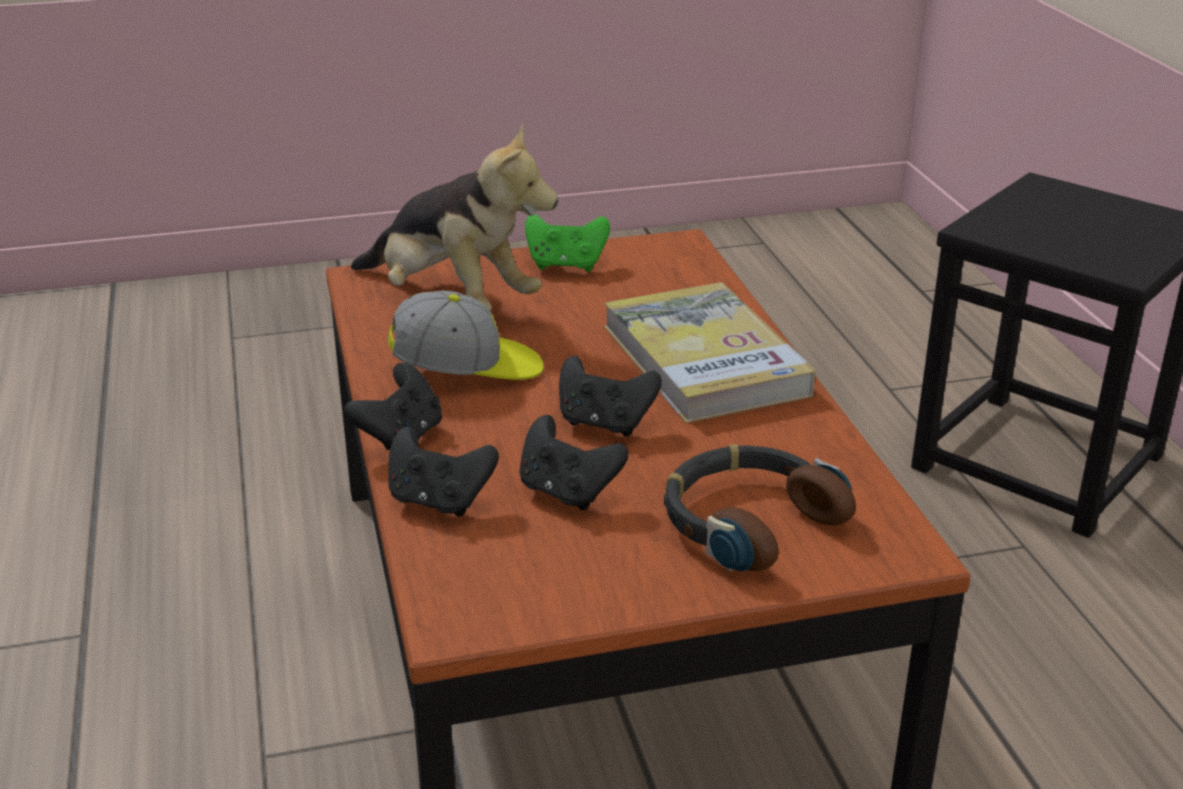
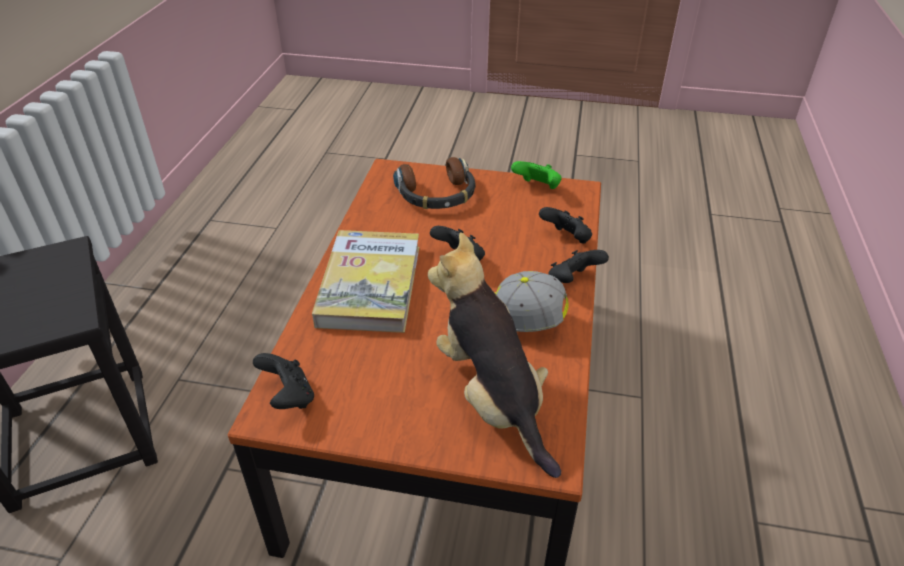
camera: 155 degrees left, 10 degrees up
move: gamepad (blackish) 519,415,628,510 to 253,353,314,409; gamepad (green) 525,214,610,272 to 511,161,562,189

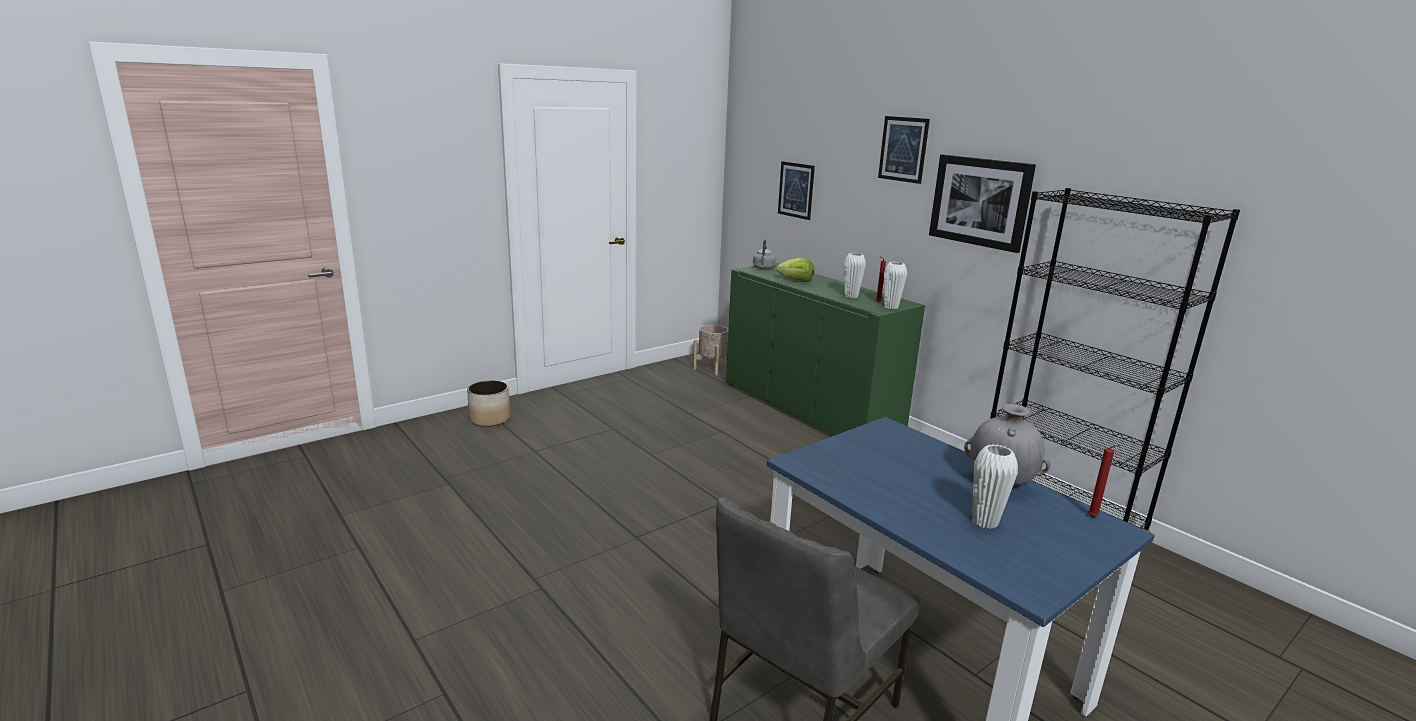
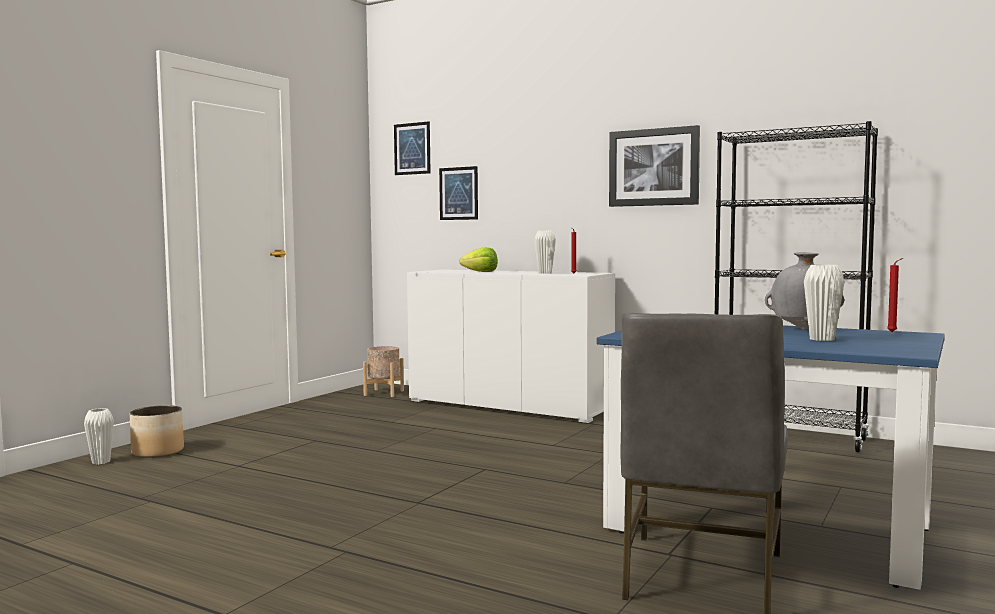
camera: 20 degrees left, 15 degrees down
delete: water kettle (gray) 753,239,776,270
move: flower vase (whitish) 884,262,907,309 to 84,408,114,464; wall picture 878,116,930,184 to 394,121,430,175
recolor: storage cabinet (green) 726,263,925,435 to storage cabinet (whitish) 407,269,615,423

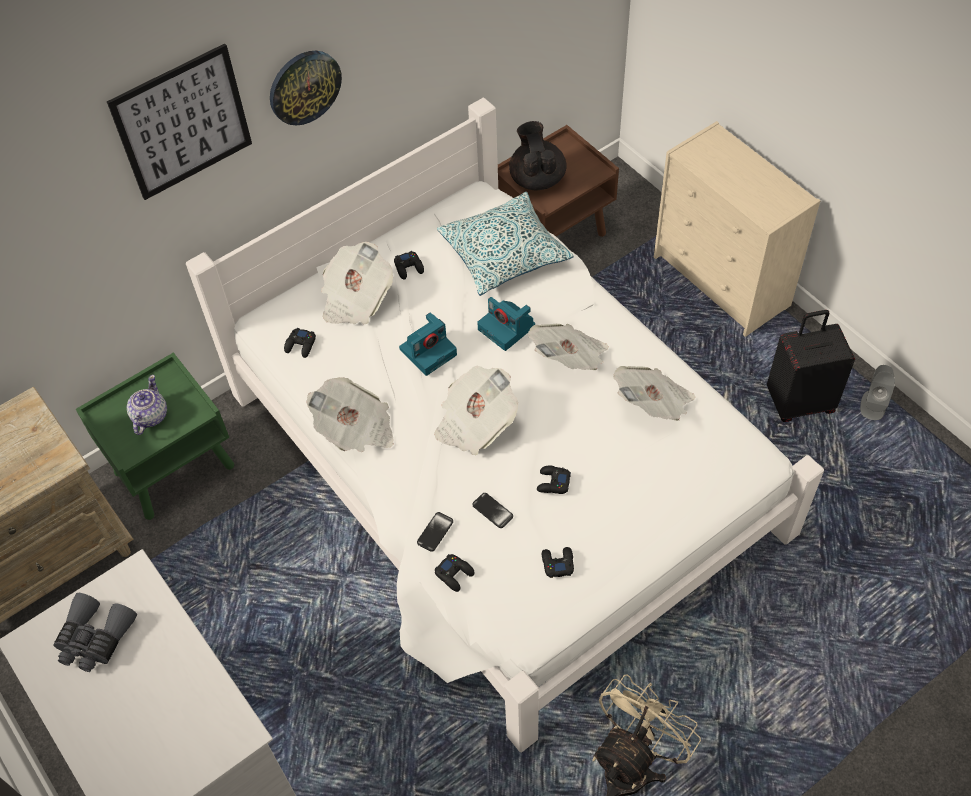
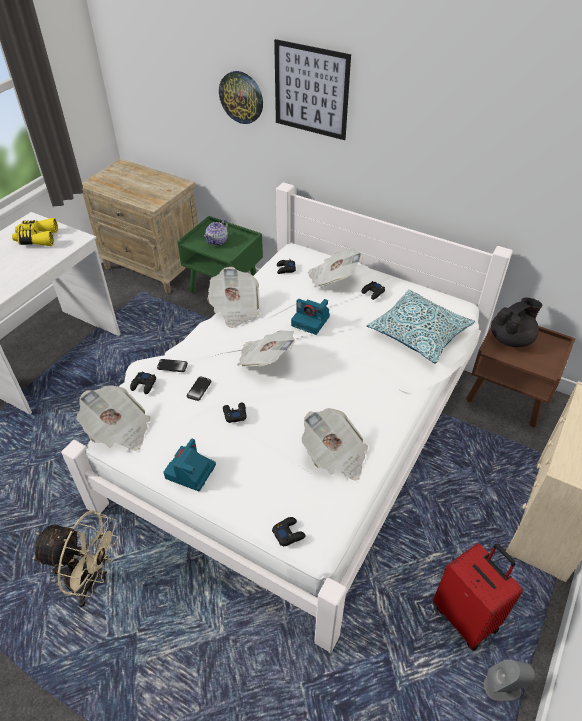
camera: 65 degrees right, 10 degrees down
move: daily paper 528,324,609,371 to 76,385,151,451; still camera 477,297,535,351 to 163,438,216,491; hanging clock 270,51,342,126 to 219,71,263,124; gamepad (blackish) 542,547,574,578 to 272,517,306,546
recolor: pair of binoculars (gray) 53,593,137,672 to pair of binoculars (yellowish) 12,218,58,246; travel case (blackish) 767,310,855,422 to travel case (red-coloured) 433,543,523,651
rotate: pot for tea 127,375,167,435 = 204,219,228,245 135 degrees clockwise

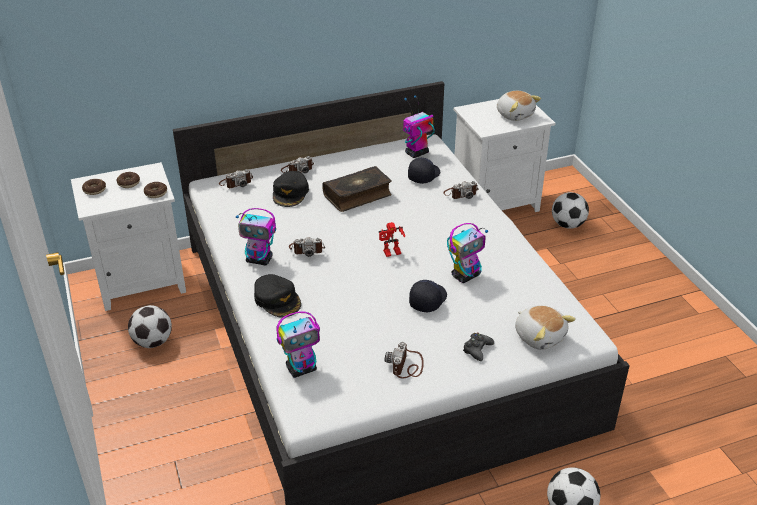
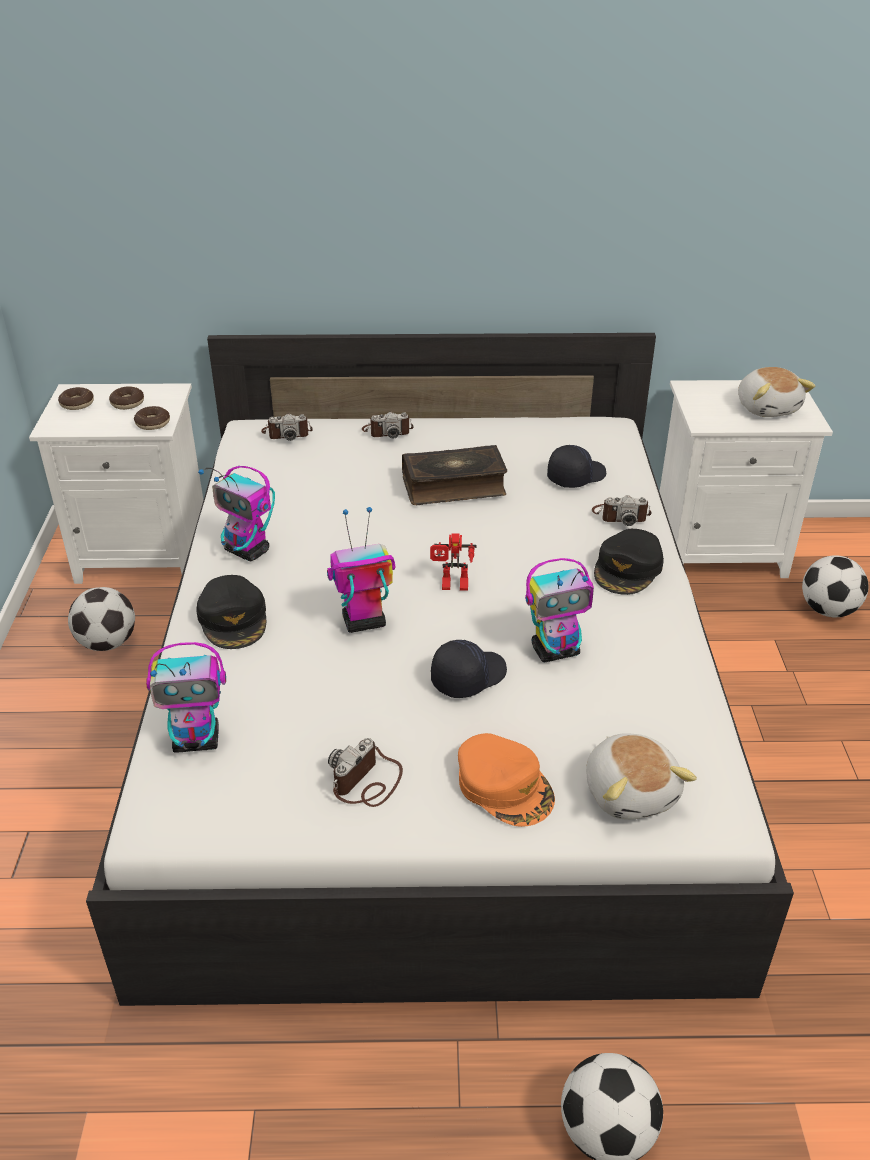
camera: 20 degrees right, 0 degrees up
delete: still camera 289,237,325,257
move: model robot 403,95,435,158 to 327,507,395,633; baseball cap (blackish) 273,171,309,207 to 594,529,664,595
replace: gamepad (blackish) 463,333,494,361 to baseball cap (orange-coloured) 458,733,555,827

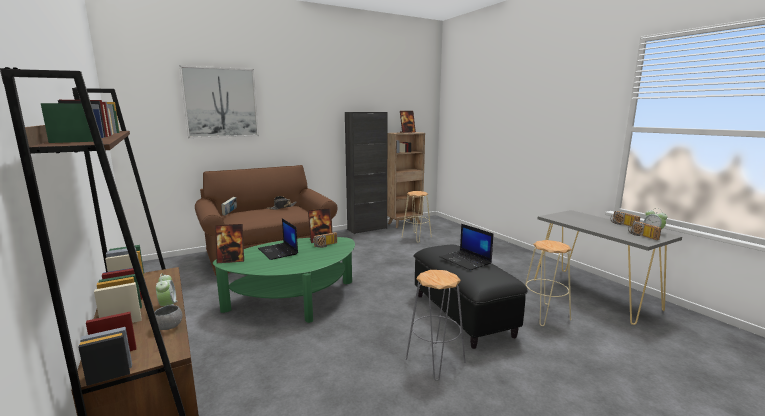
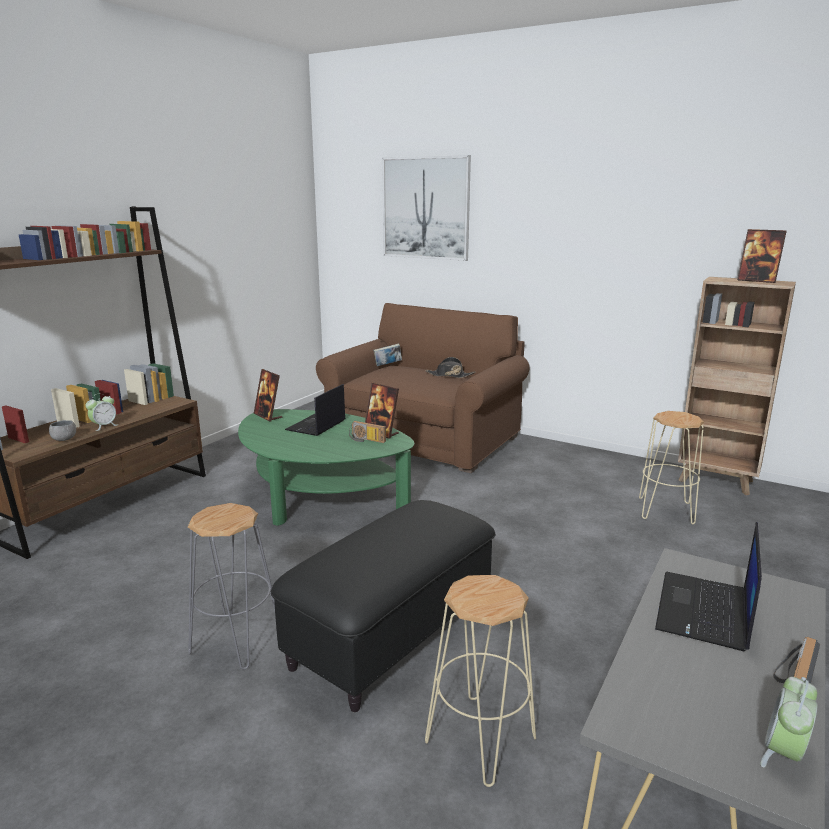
camera: 60 degrees right, 5 degrees up
delete: storage cabinet (blackish) 345,112,388,234; radio receiver 628,221,661,240
move: notebook computer 440,224,493,270 to 655,522,762,651

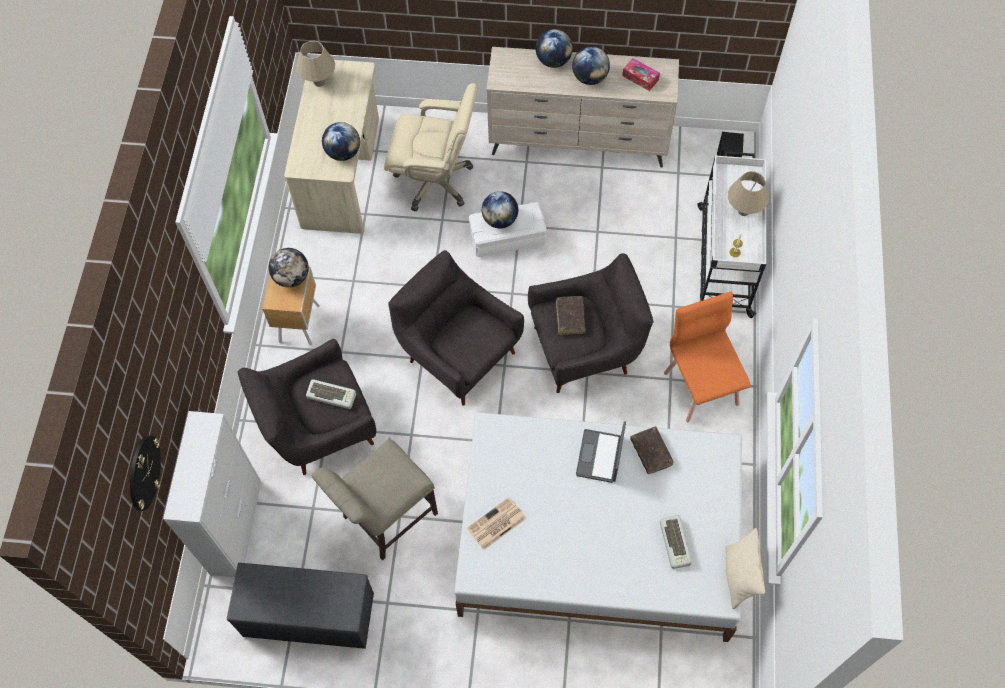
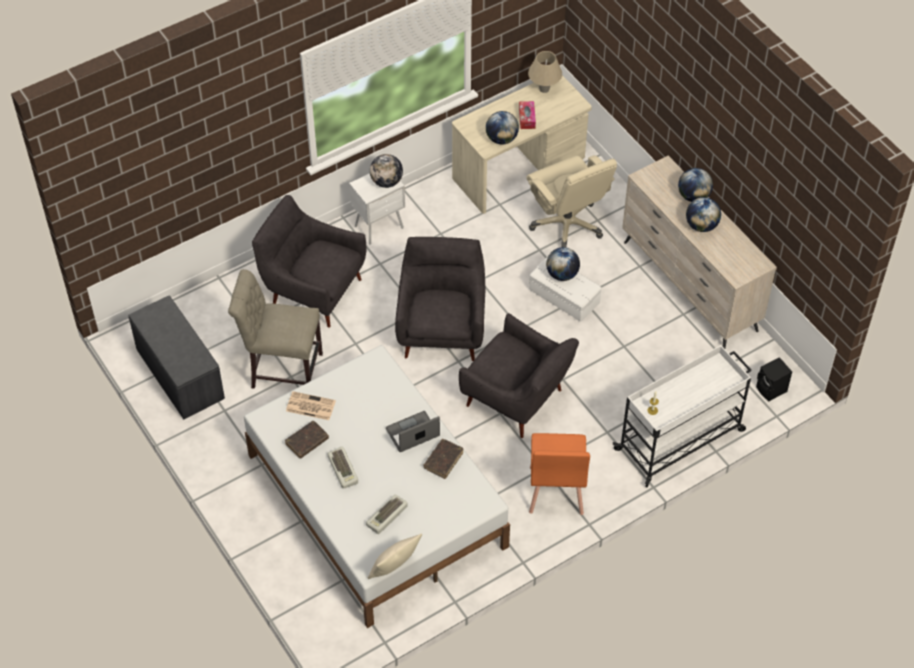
camera: 50 degrees right, 10 degrees down
delete: hanging clock 130,435,161,511; storage cabinet (whitish) 163,411,261,577; table lamp (sand-coloured) 728,171,769,216
move: bound book (brown-coloured) 556,296,586,335 to 285,421,329,459; computer keyboard 306,379,356,409 to 328,447,358,489; tissue box 622,58,660,91 to 519,101,536,129
recolor: nightstand (brown-coloured) 262,267,320,346 to nightstand (whitish) 349,173,405,245
rotate: chair (orange-coloured) 664,292,751,422 = 529,433,590,515 150 degrees clockwise

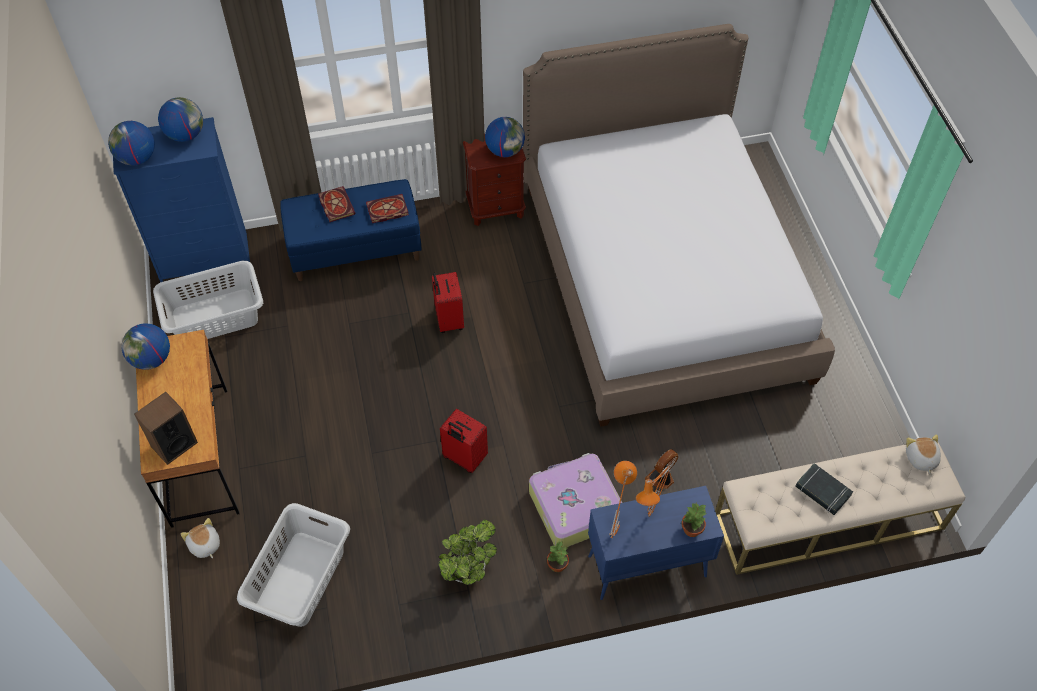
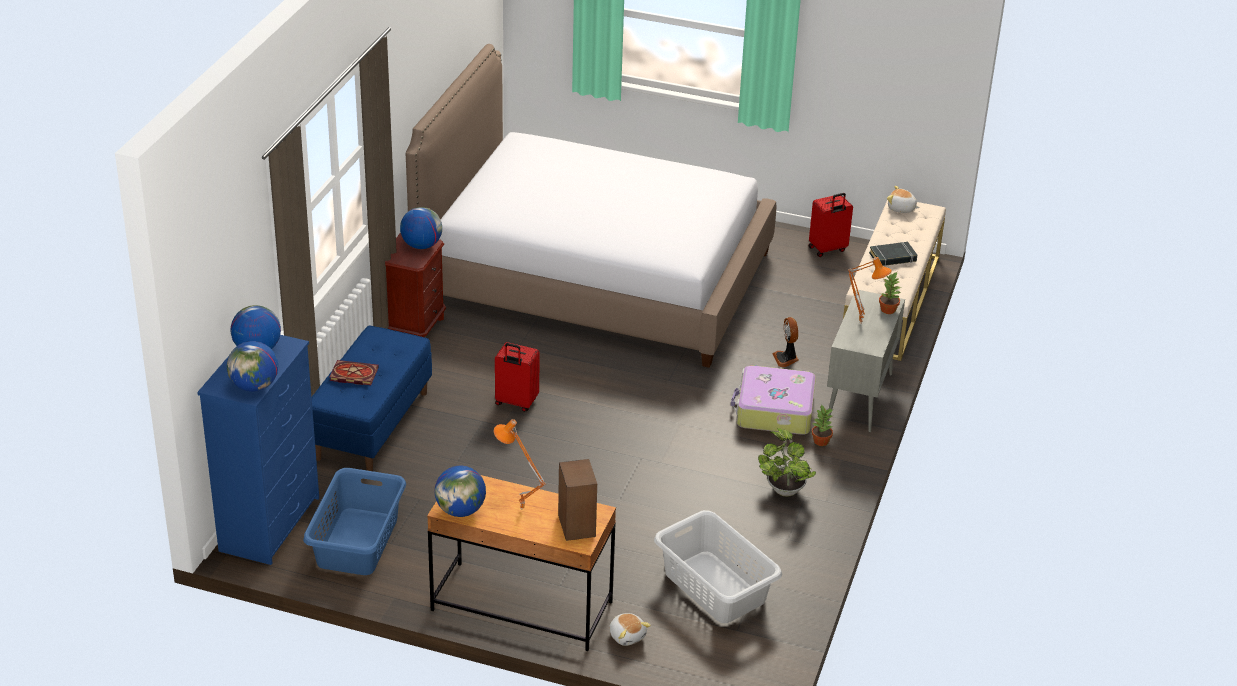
camera: 60 degrees left, 20 degrees down
delete: bound book 366,194,409,223
move: table lamp (orange-coloured) 609,461,637,538 to 494,419,546,511; travel case (red-coloured) 440,409,488,473 to 809,193,853,257
recolor: laundry basket (gray) 153,261,263,339 to laundry basket (blue-coloured) 303,468,406,575; storage cabinet (blue-coloured) 588,486,724,600 to storage cabinet (gray) 827,289,905,433
rotate: plush toy 181,518,220,558 = 609,613,651,646 120 degrees counterclockwise

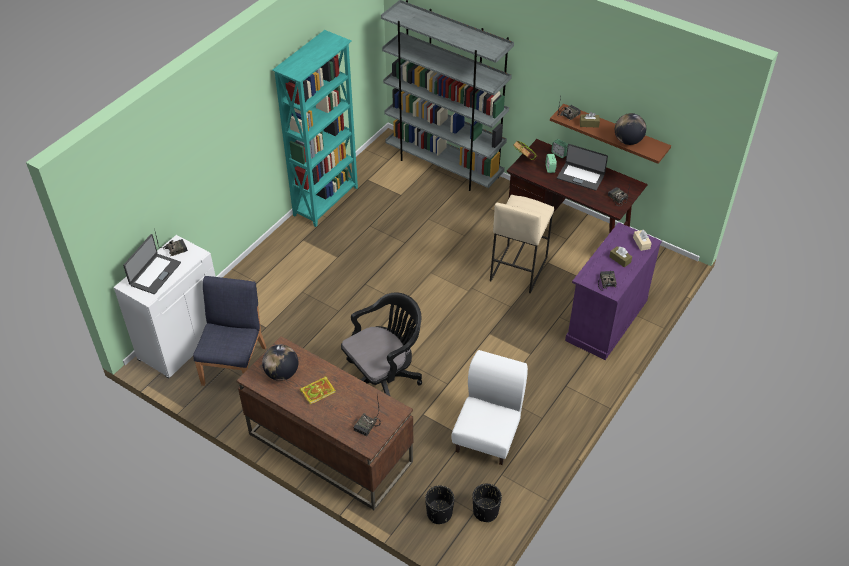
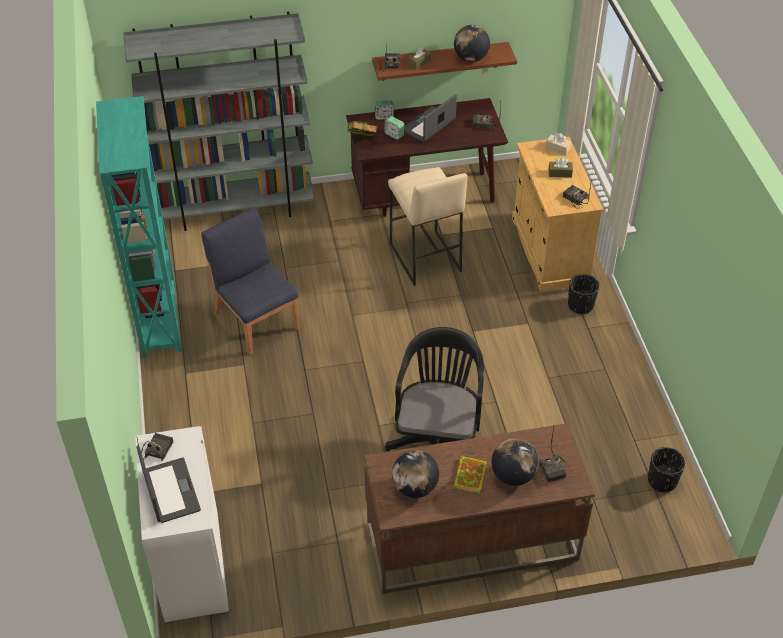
camera: 45 degrees left, 0 degrees up
delete: chair (whitish) 451,350,528,465
insert: desk globe 491,439,539,486
move: chair (blue-coloured) 193,276,266,386 to 201,208,300,355; flower pot (blackish) 425,485,454,524 to 568,274,599,314
recolor: storage cabinet (purple-coloured) 565,222,662,360 to storage cabinet (sand-coloured) 512,137,603,291
rotate: notebook computer 557,144,608,191 = 404,94,457,142 150 degrees clockwise

